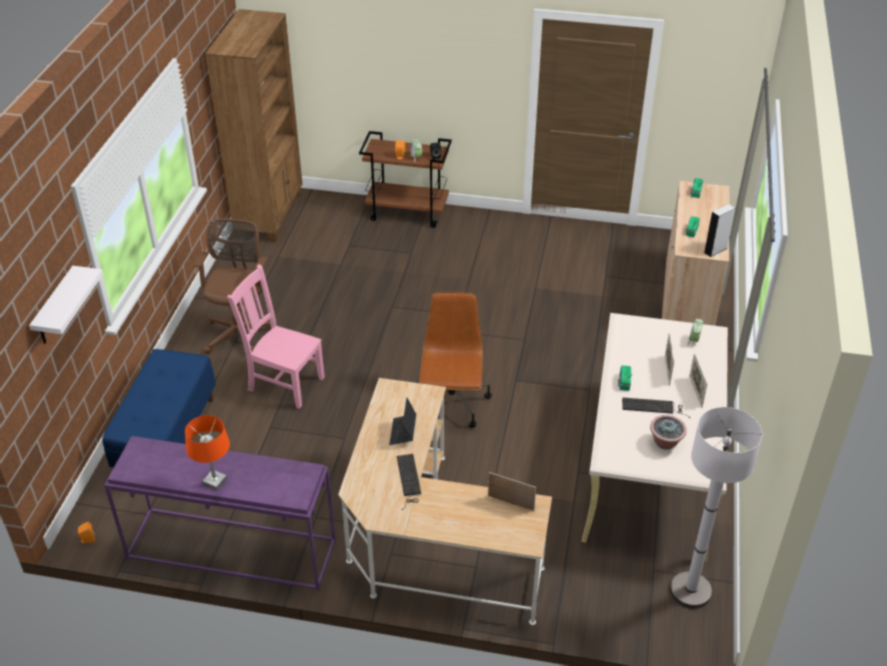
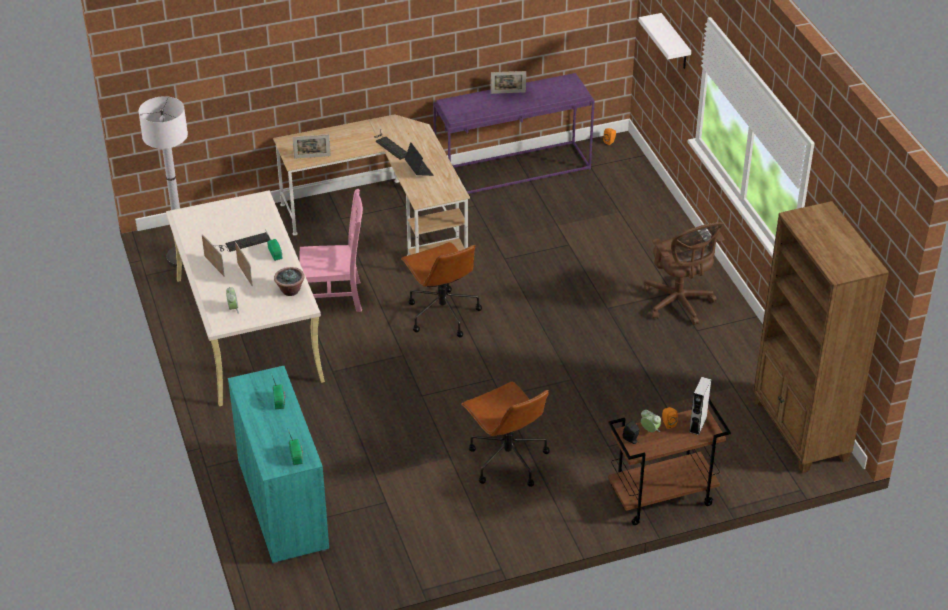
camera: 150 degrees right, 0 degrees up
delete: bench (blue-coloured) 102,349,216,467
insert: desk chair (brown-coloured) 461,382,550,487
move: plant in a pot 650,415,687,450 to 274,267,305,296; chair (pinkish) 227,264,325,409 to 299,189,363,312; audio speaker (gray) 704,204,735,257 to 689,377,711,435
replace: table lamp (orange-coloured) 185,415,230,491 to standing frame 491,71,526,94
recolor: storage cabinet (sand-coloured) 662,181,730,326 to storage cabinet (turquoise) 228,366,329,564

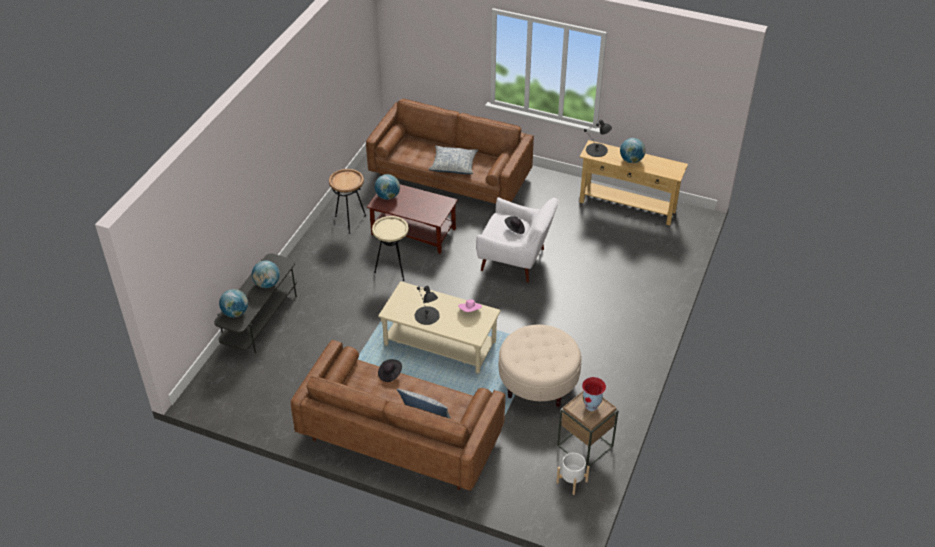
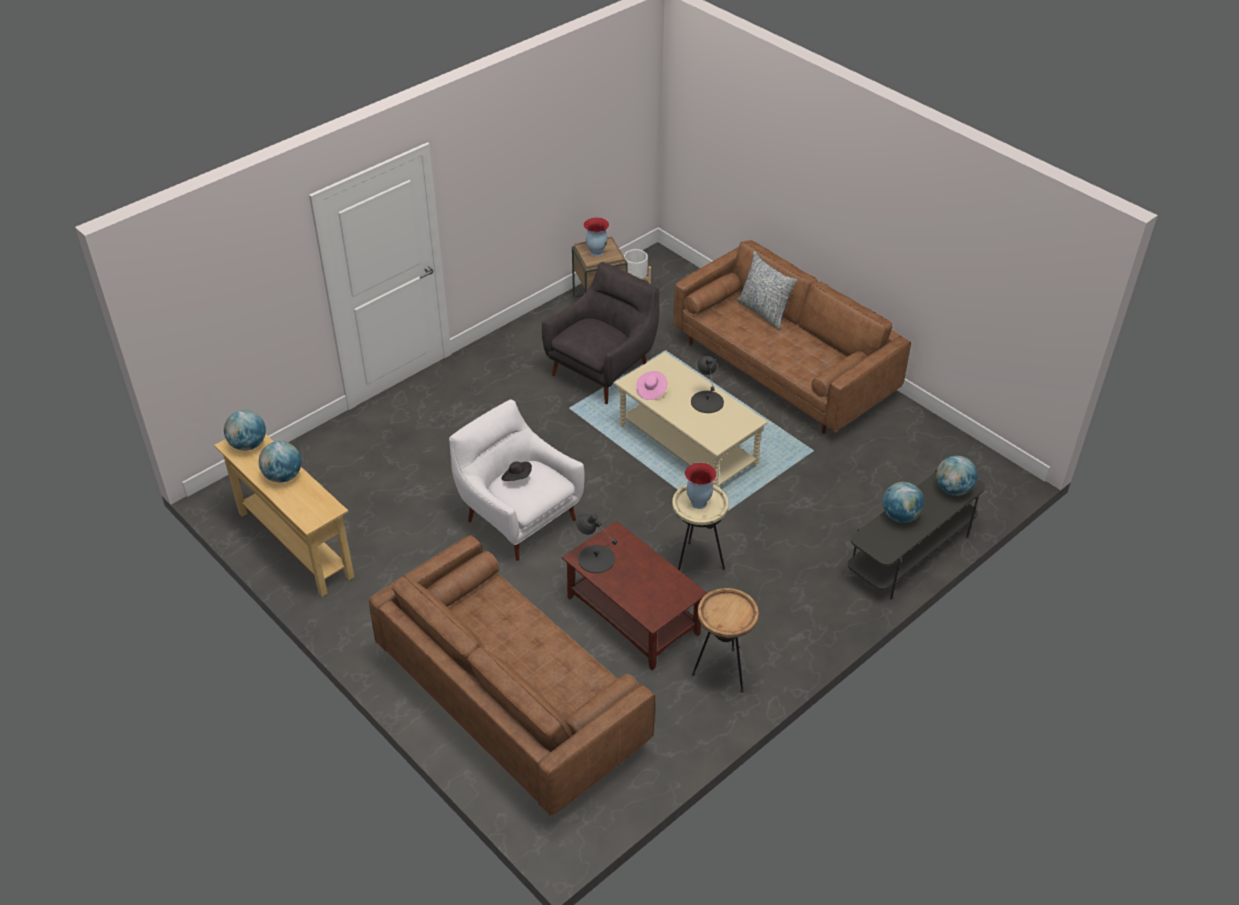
camera: 155 degrees left, 0 degrees up
delete: wearable hat (blackish) 378,359,402,382; throw pillow 429,146,478,174
insert: flower vase 685,462,717,509
move: desk globe 375,174,400,200 to 224,410,266,451; table lamp (blackish) 584,119,612,157 to 576,514,618,573
replace: footrest (sand-coloured) 498,325,582,407 to lounge chair (gray) 542,262,659,404

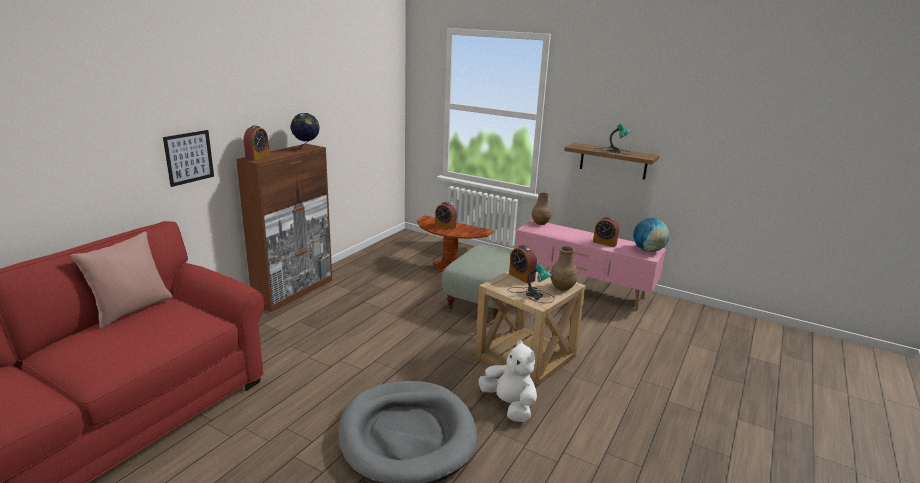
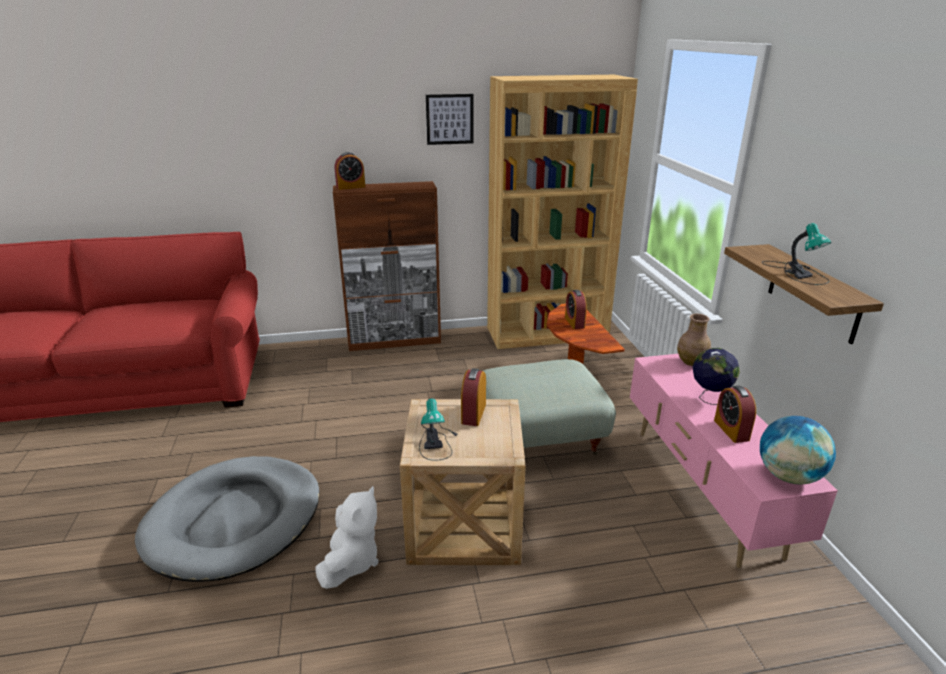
camera: 50 degrees right, 5 degrees up
delete: throw pillow (pinkish) 71,232,173,329; flower vase (brown-coloured) 550,246,578,291
insert: shelving unit (brown-coloured) 487,75,638,349
move: wall picture 163,130,214,187 to 426,94,473,145; desk globe 291,113,320,150 to 693,348,740,405

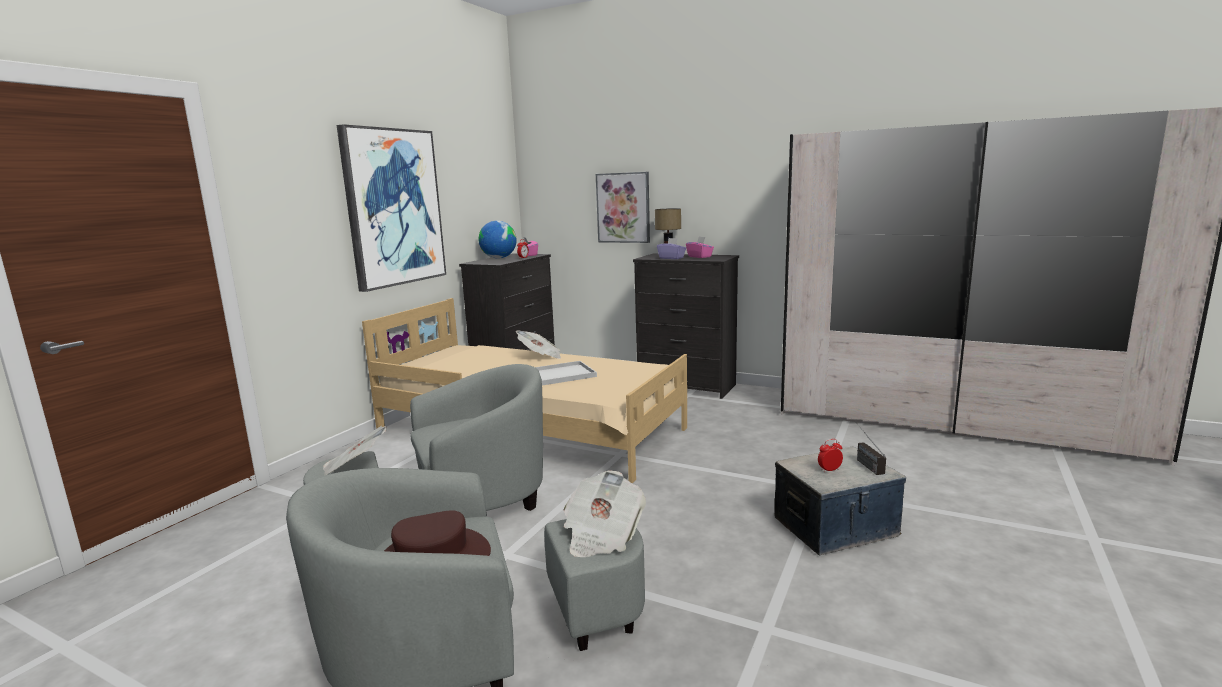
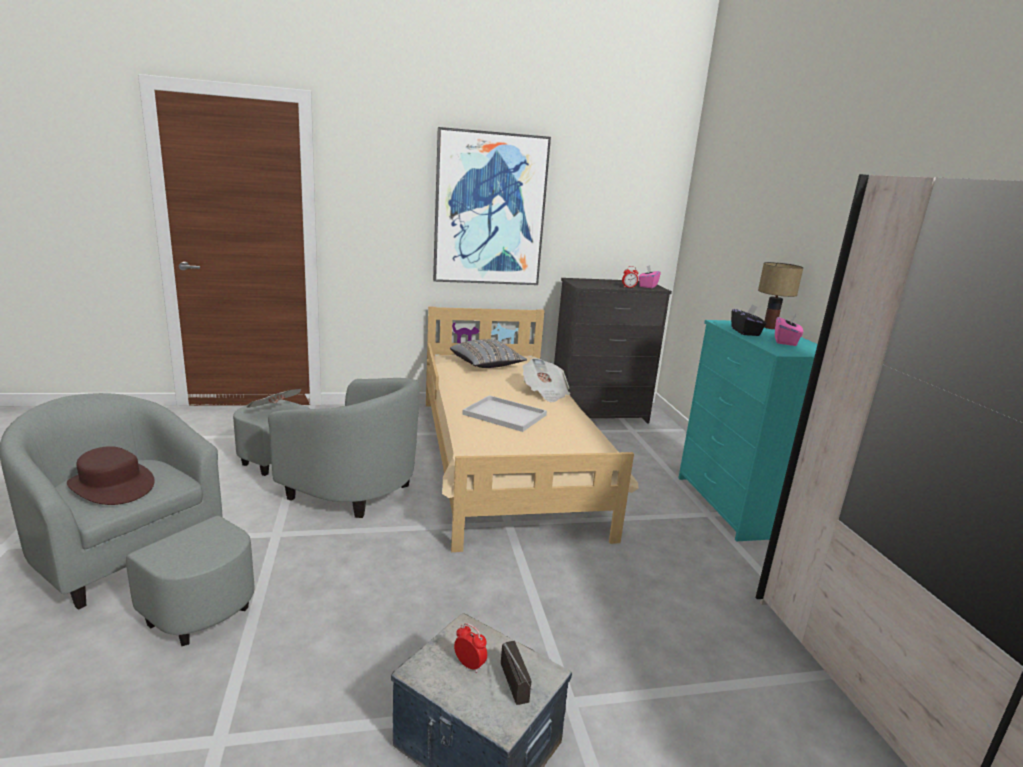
camera: 50 degrees right, 5 degrees up
delete: desk globe 478,221,517,259; daily paper 564,471,646,557; wall picture 596,172,650,243
insert: throw pillow (gray) 450,339,527,368
recolor: dresser (blackish) 633,254,739,399 to dresser (turquoise) 678,320,818,541; tissue box (purple-coloured) 657,238,686,259 to tissue box (blackish) 731,304,766,336
rotate: radio receiver 855,422,886,475 = 501,640,532,705 120 degrees clockwise

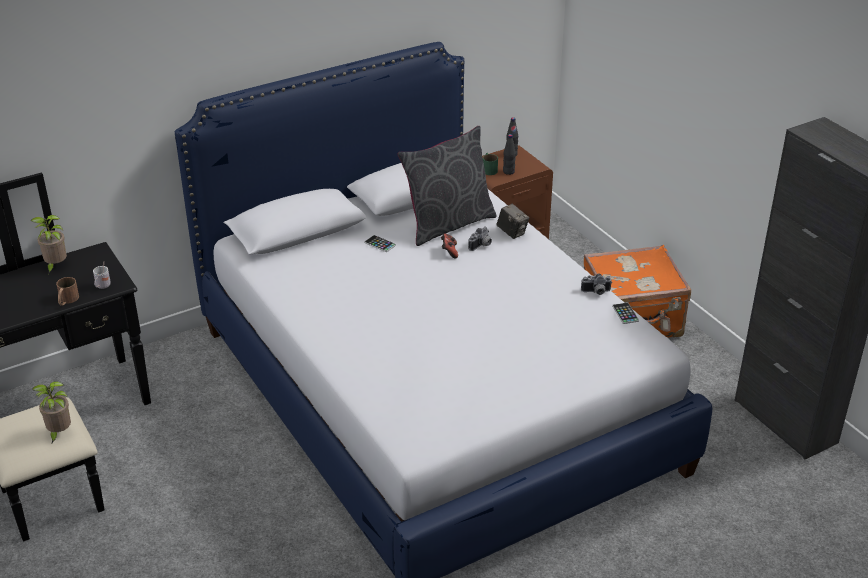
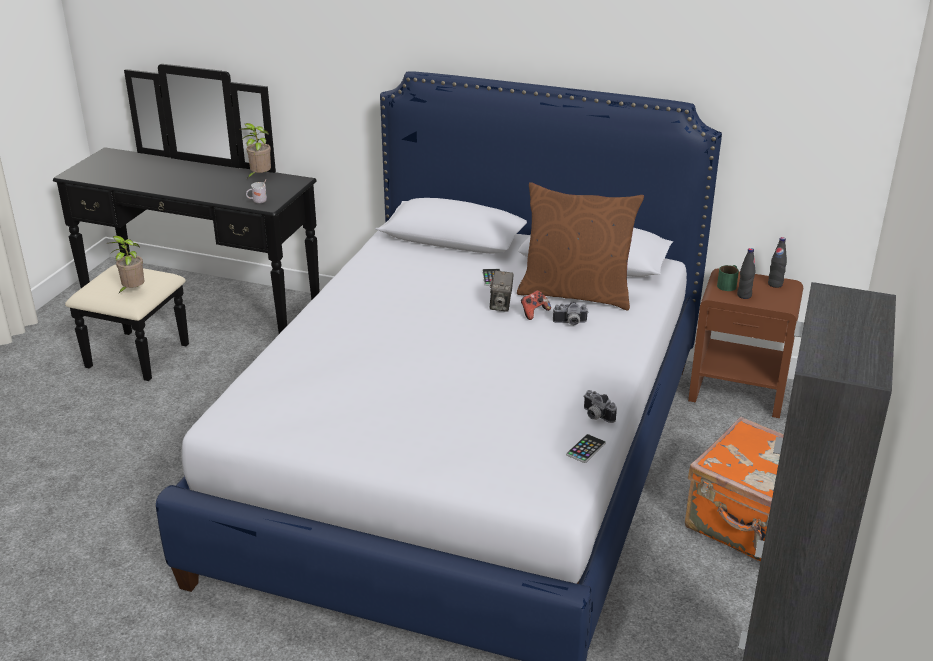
camera: 50 degrees right, 5 degrees down
delete: mug (brown-coloured) 56,277,79,306
move: still camera 496,204,529,239 to 490,271,514,312
recolor: throw pillow (gray) 398,126,497,246 to throw pillow (brown-coloured) 517,182,644,310

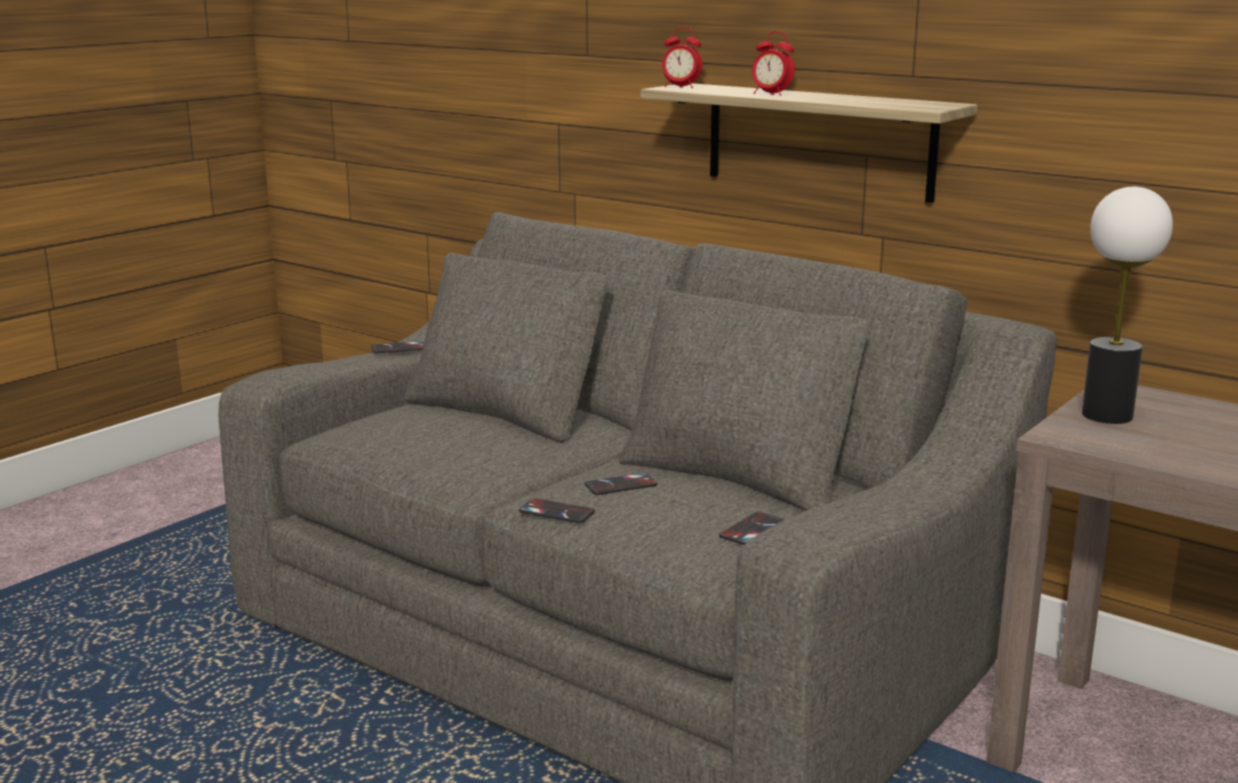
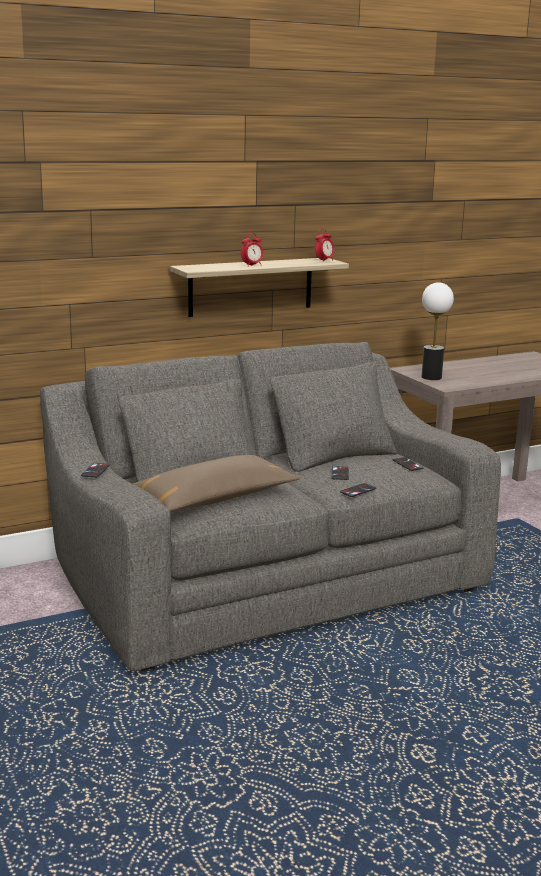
camera: 65 degrees left, 0 degrees up
insert: throw pillow (brown-coloured) 132,455,301,512
move: table clock 662,27,703,88 to 315,229,334,262

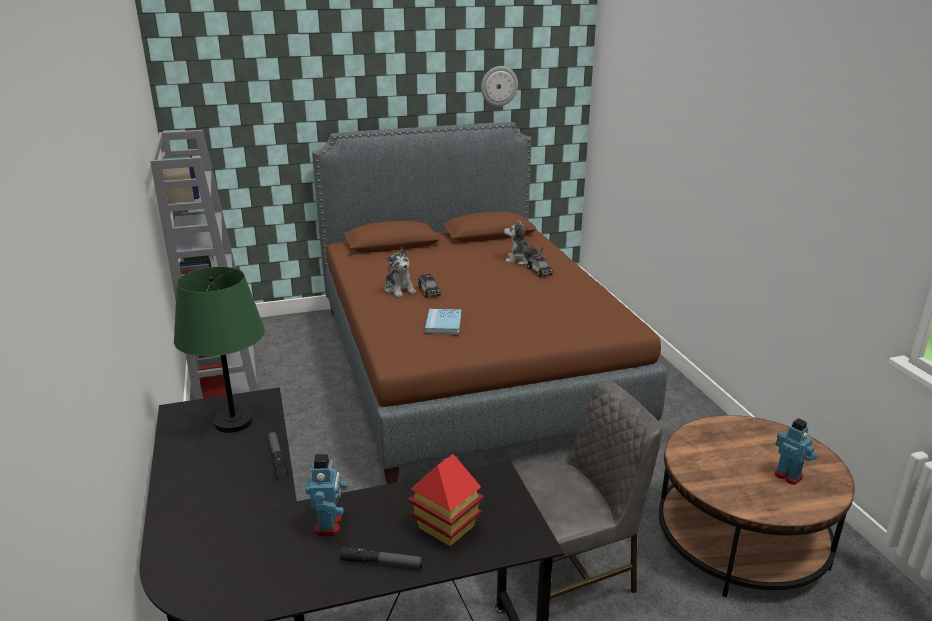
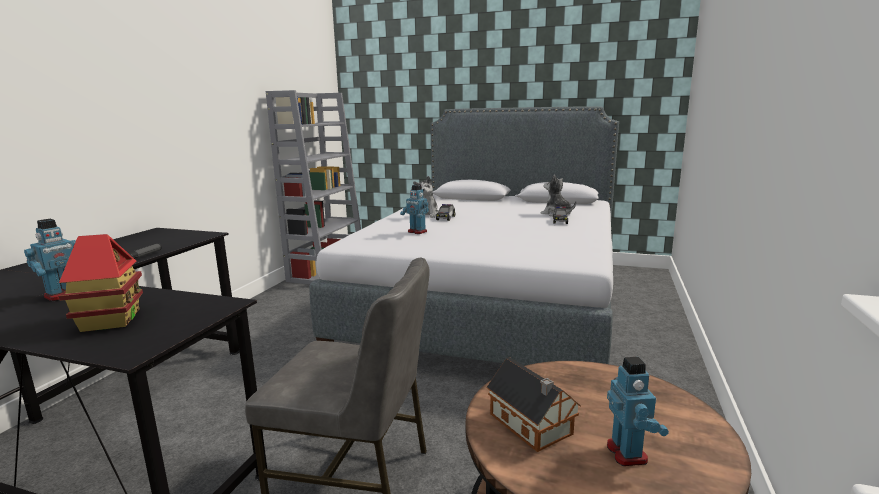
camera: 35 degrees right, 10 degrees down
delete: table lamp (green) 174,267,265,433; hand torch 340,546,424,568; hanging clock 481,66,518,106
insert: miniature house 487,357,581,452
replace: bound book (blue-coloured) 425,309,461,334 to model robot 400,185,429,234
recolor: sleeping bed (brown-coloured) 312,122,667,484 to sleeping bed (gray) 309,107,619,366

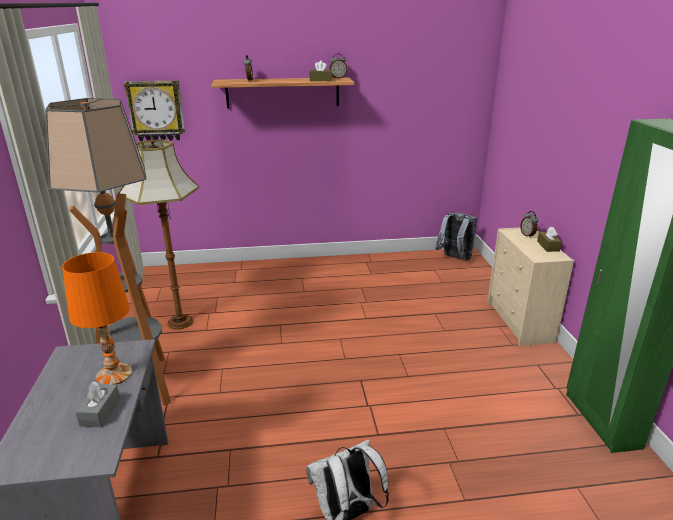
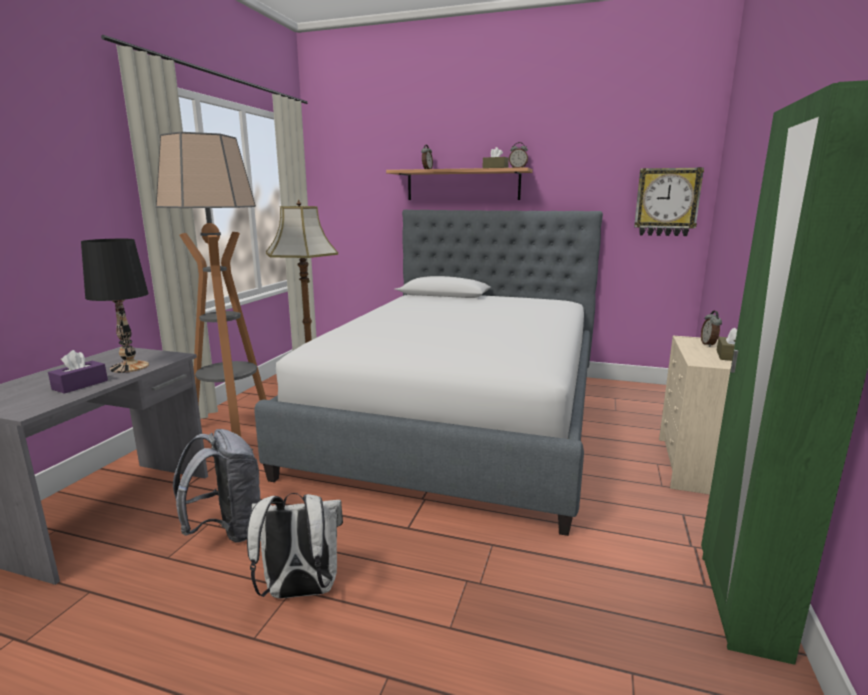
camera: 25 degrees right, 10 degrees down
insert: sleeping bed 254,210,603,536
move: rucksack (gray) 435,212,477,260 to 173,429,260,543; hanging clock 124,80,185,141 to 634,167,704,236
recolor: tissue box (gray) 76,381,120,427 to tissue box (purple-coloured) 48,350,108,394; table lamp (orange-coloured) 62,252,132,384 to table lamp (blackish) 81,239,149,373

